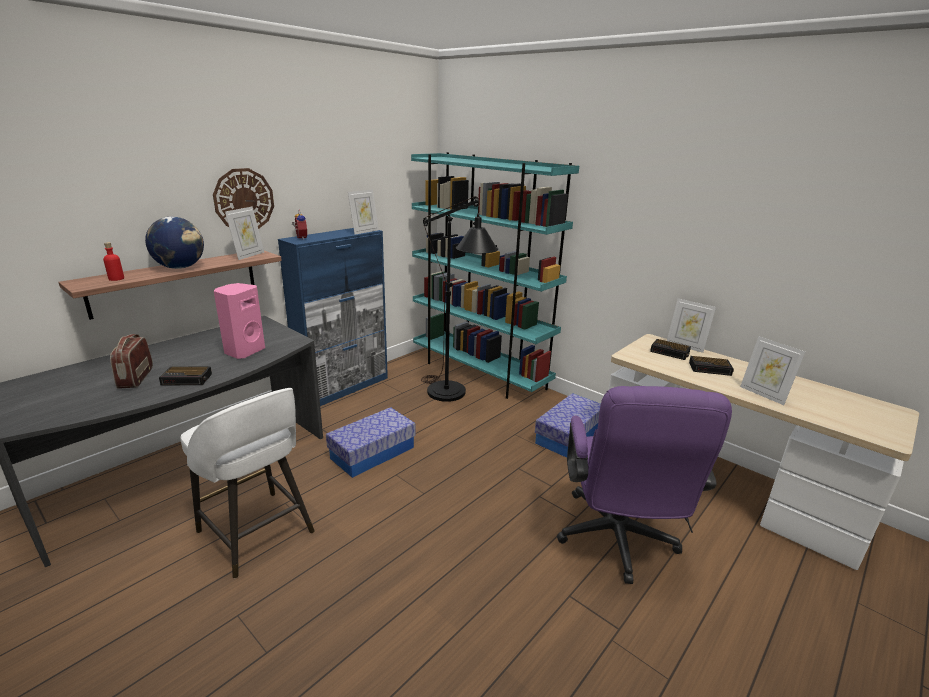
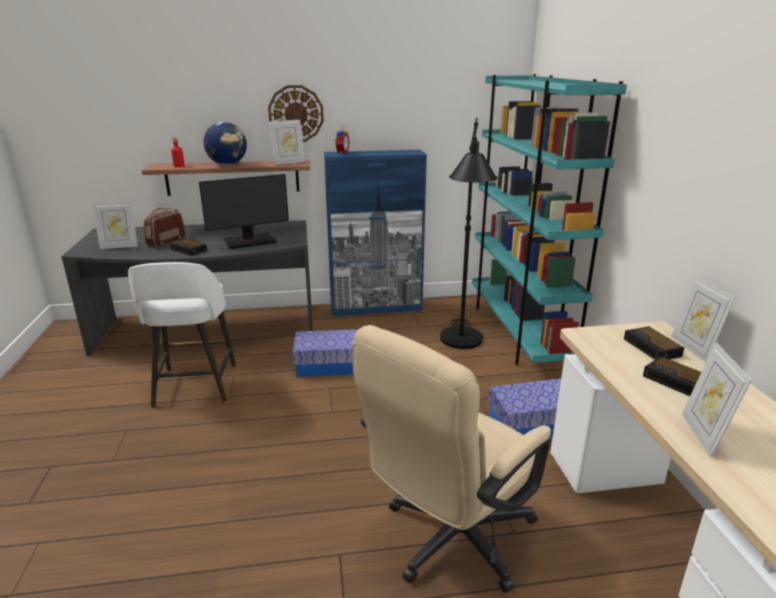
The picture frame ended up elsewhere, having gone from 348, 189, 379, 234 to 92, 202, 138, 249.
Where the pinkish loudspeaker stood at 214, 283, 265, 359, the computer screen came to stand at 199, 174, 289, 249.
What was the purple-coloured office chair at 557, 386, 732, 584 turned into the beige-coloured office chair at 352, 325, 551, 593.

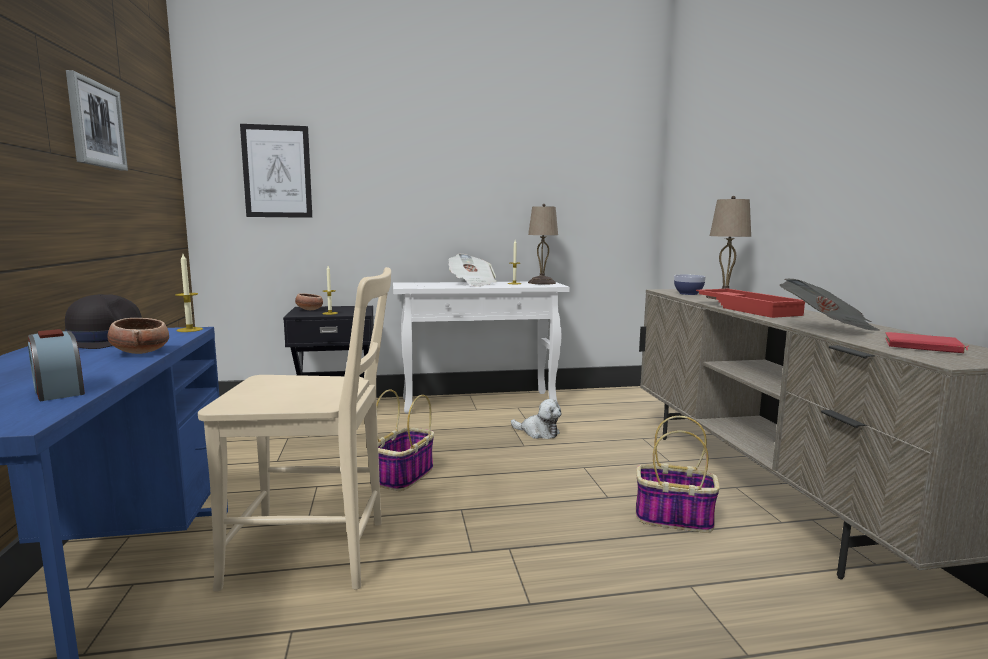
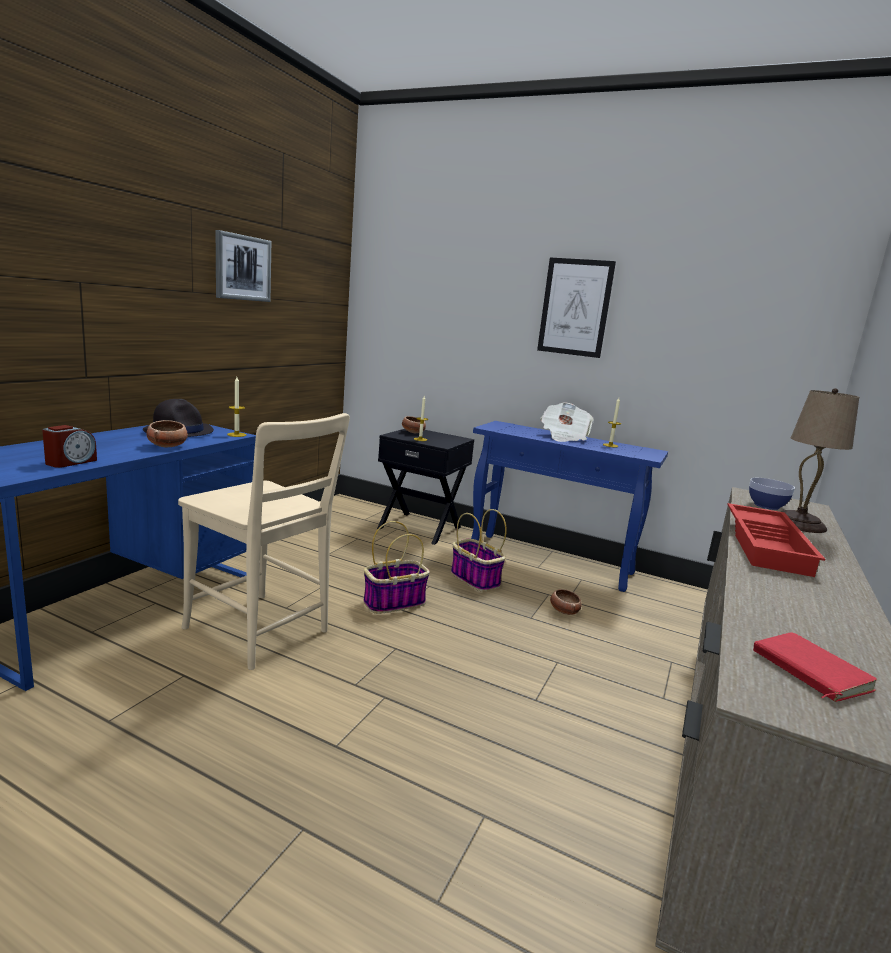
The alarm clock at 28, 329, 85, 401 ended up facing another way, 150 degrees counterclockwise from before.
The basket ended up elsewhere, having gone from 636, 416, 720, 532 to 451, 509, 507, 592.
What was the white console table at 393, 282, 570, 414 turned into the blue-coloured console table at 471, 421, 668, 592.
The picture ended up elsewhere, having gone from 240, 124, 312, 218 to 537, 258, 616, 358.
Where the cuddly toy stood at 511, 399, 561, 439, the serving bowl came to stand at 550, 589, 581, 615.
The second view lost the beige-coloured tabletop lamp at 528, 204, 558, 285.
The second view lost the printed paper at 780, 279, 880, 331.

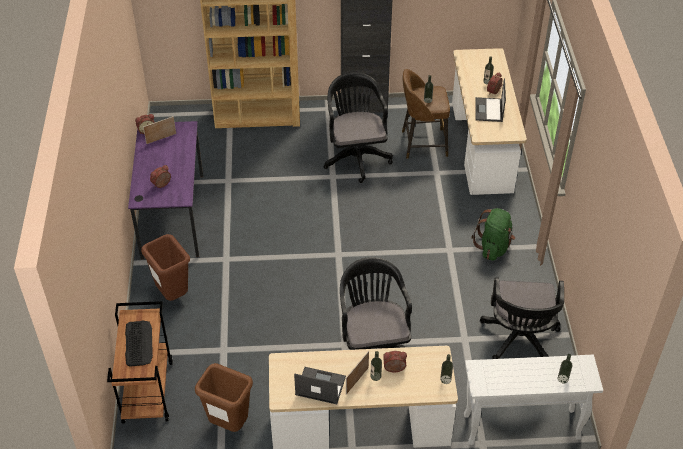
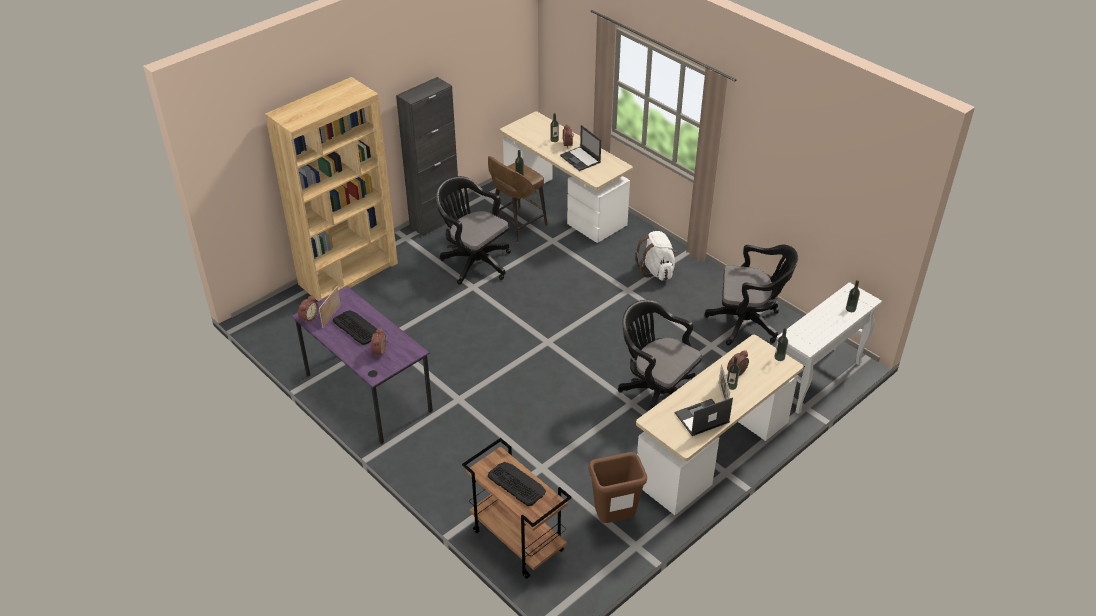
The second view gained the keyboard at 333, 310, 377, 345.
What was the greenish backpack at 472, 208, 515, 261 turned into the white backpack at 635, 231, 676, 280.
The blackish office chair at 480, 277, 564, 359 ended up facing another way, 45 degrees counterclockwise from before.
The second view lost the brownish waste bin at 141, 234, 190, 301.

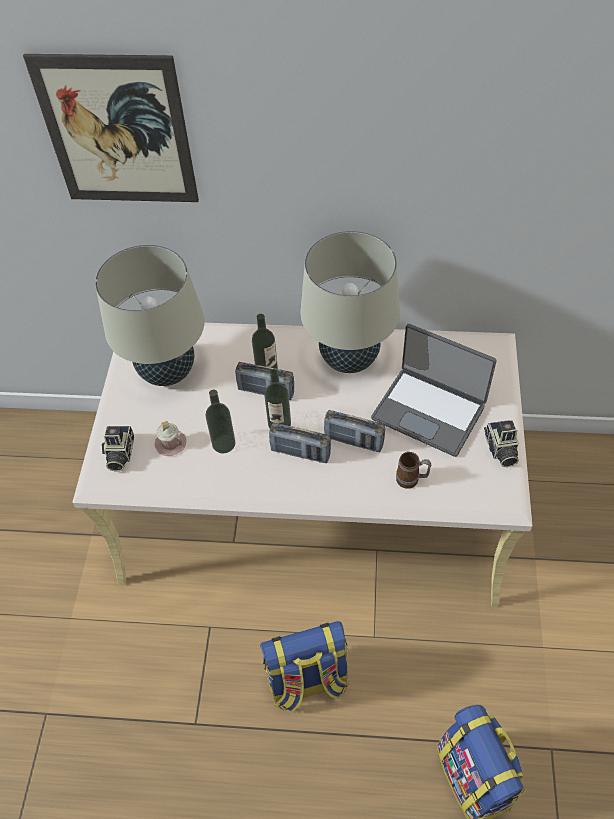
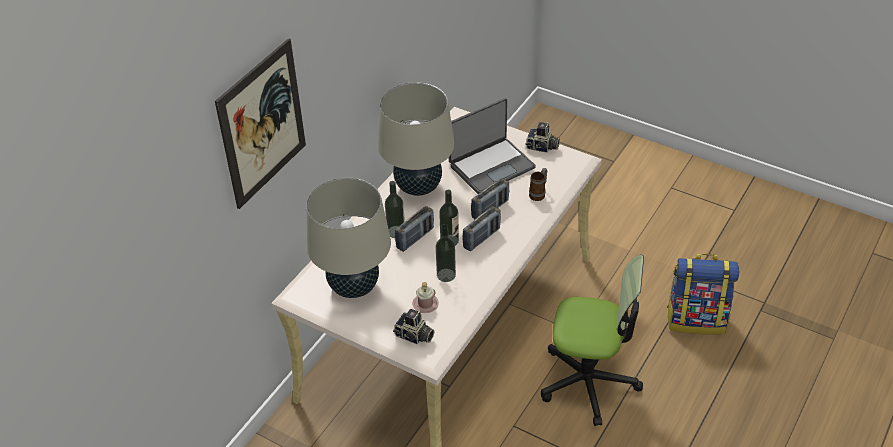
Where the backpack stood at 260, 621, 349, 712, the office chair came to stand at 541, 255, 644, 426.

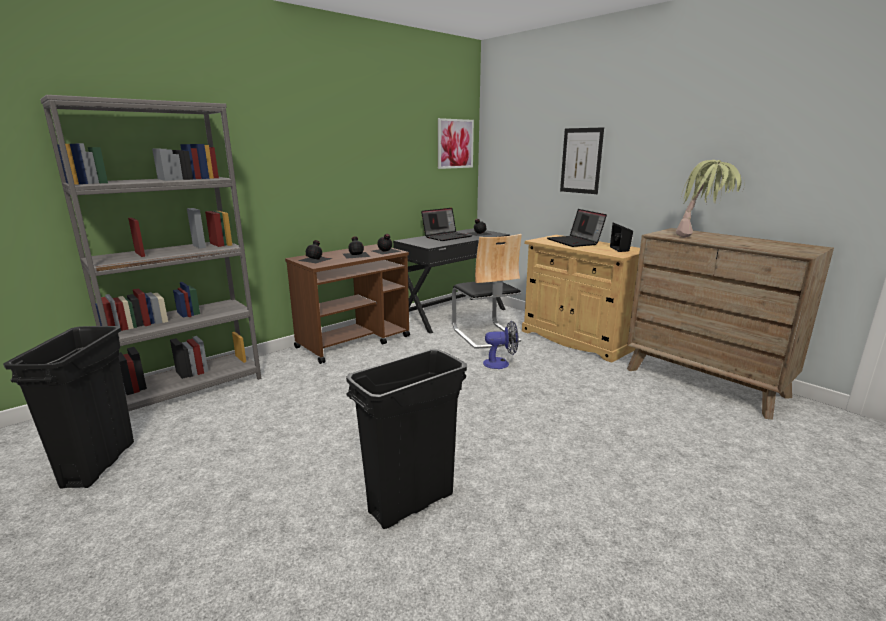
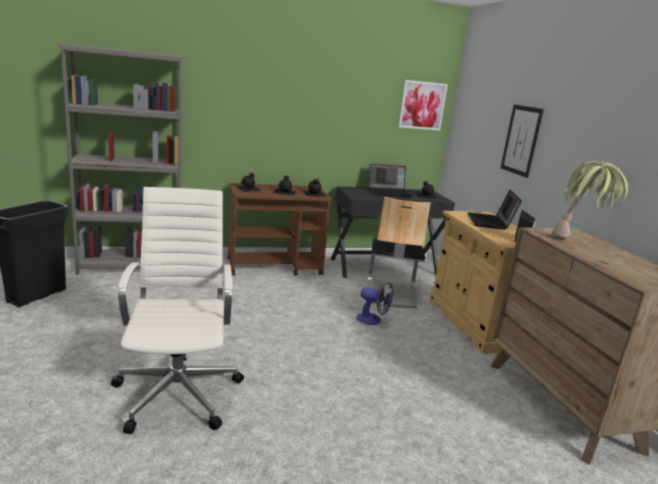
Where the blackish waste bin stood at 346, 349, 467, 529, the white office chair came to stand at 111, 187, 244, 434.

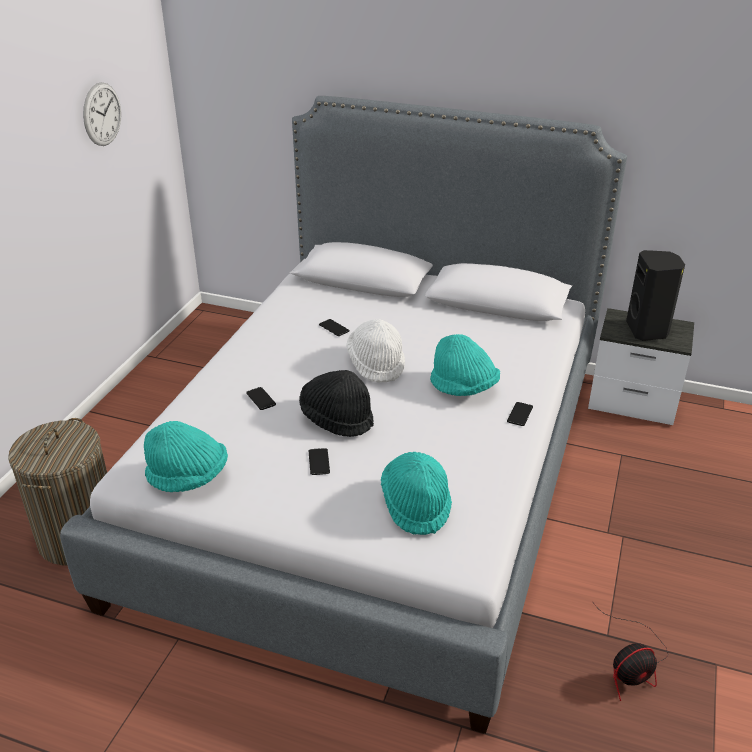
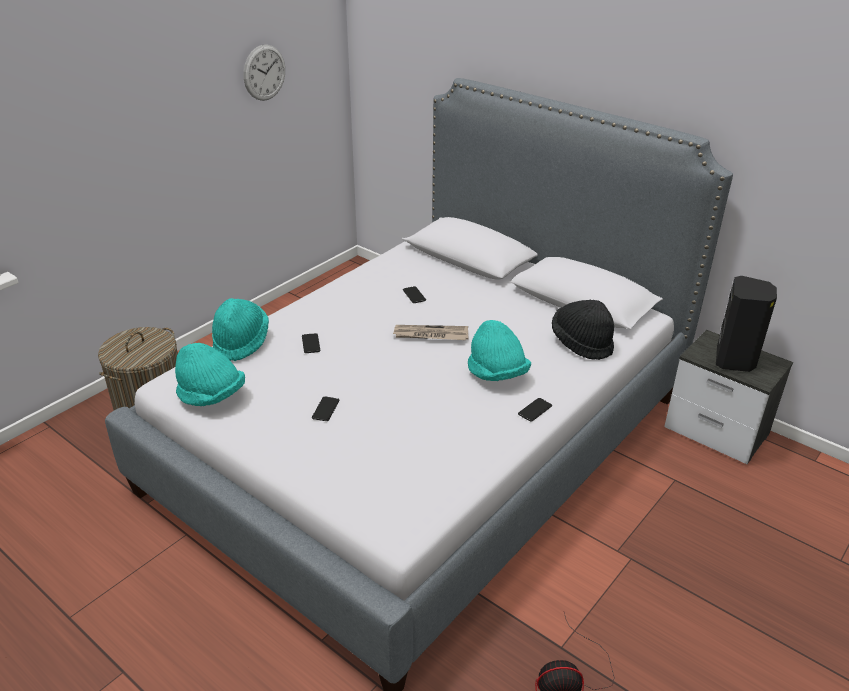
The blue-green clothing hat ended up elsewhere, having gone from 381, 452, 452, 535 to 212, 298, 269, 361.
Where the white clothing hat stood at 347, 319, 405, 383, the printed paper came to stand at 393, 325, 469, 340.
The blackish clothing hat ended up elsewhere, having gone from 299, 370, 374, 437 to 552, 300, 614, 360.

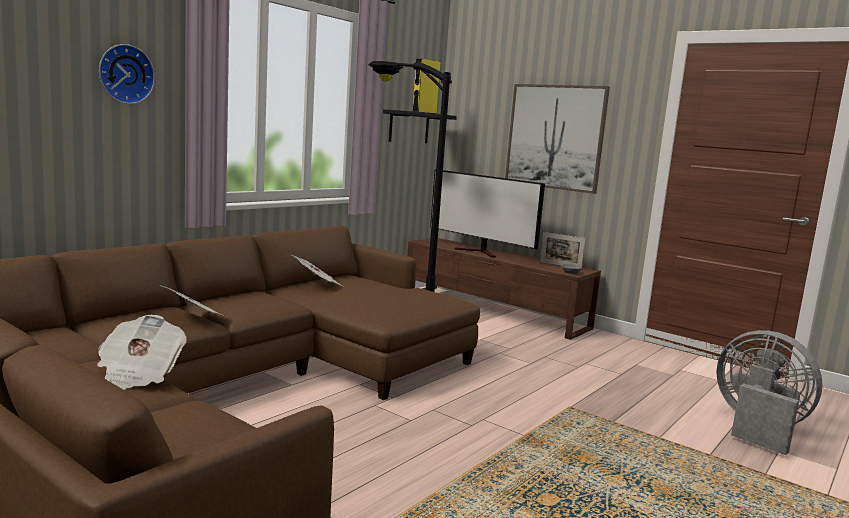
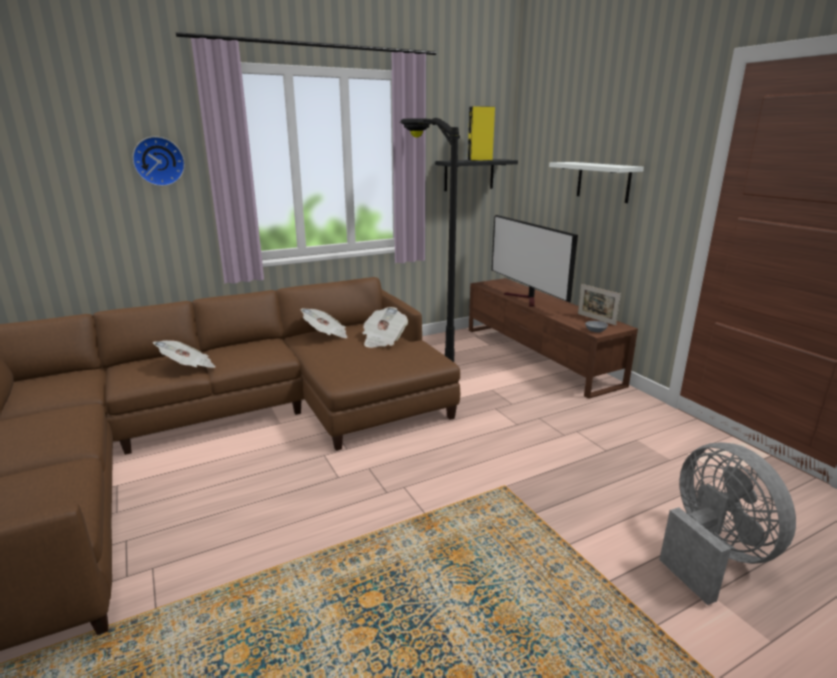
The printed paper ended up elsewhere, having gone from 97, 315, 186, 390 to 362, 307, 408, 348.
Where the picture hung at 505, 84, 610, 194, the white bracket shelf came to hang at 549, 162, 644, 203.

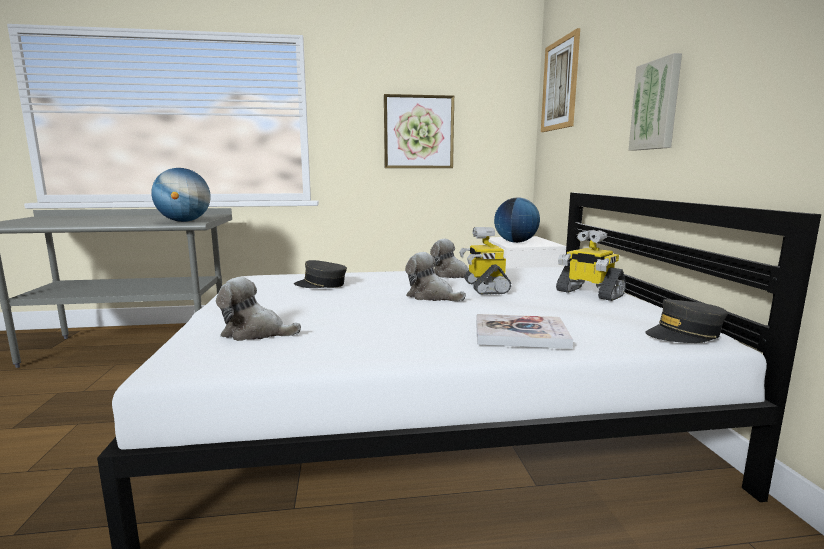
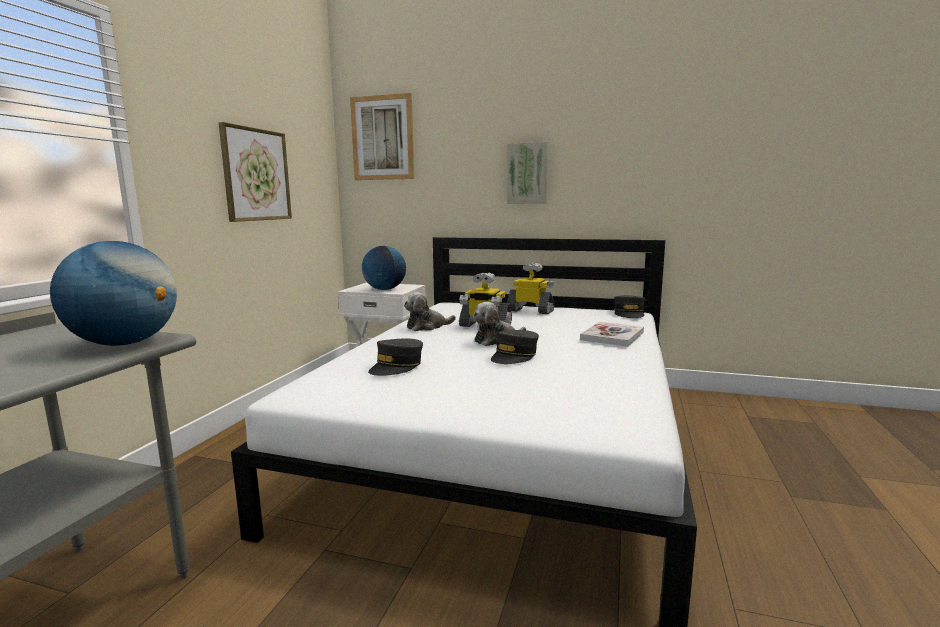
The second view gained the grey peaked cap at 491, 330, 539, 364.
The robot figure at 556, 230, 626, 301 ended up facing another way, 135 degrees counterclockwise from before.
The second view lost the cuddly toy at 216, 277, 301, 341.

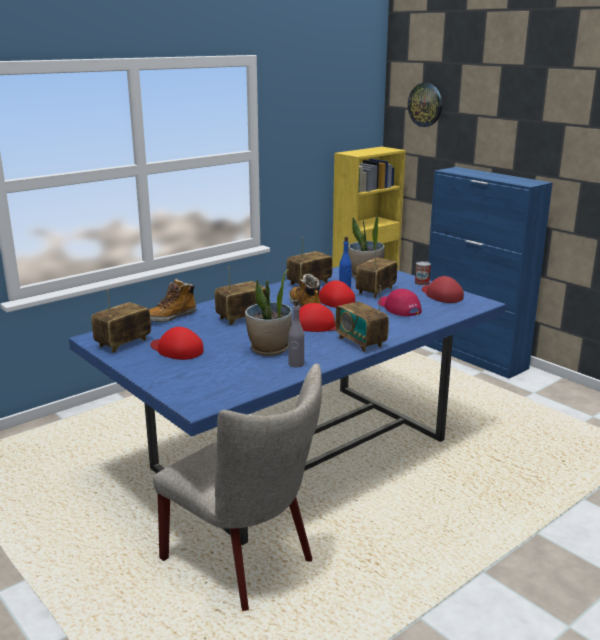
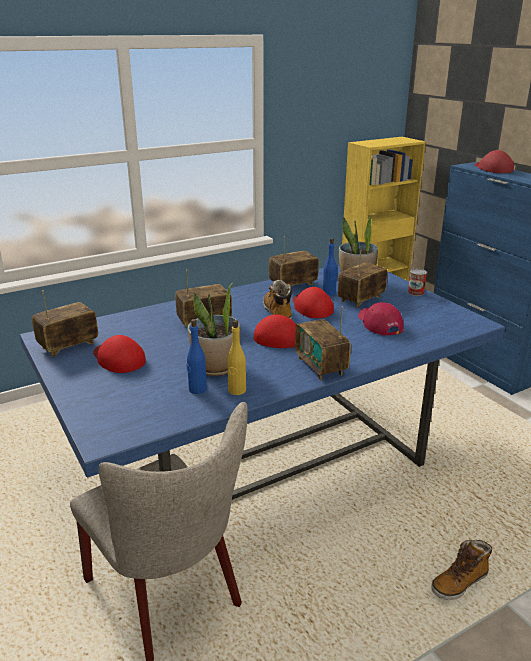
The second view gained the blue-coloured drink bottle at 187, 319, 207, 394.
What was the grey drink bottle at 288, 300, 304, 368 turned into the yellow drink bottle at 227, 320, 246, 395.
The high-top boot ended up elsewhere, having gone from 149, 279, 197, 322 to 431, 540, 492, 600.
The red-coloured peaked cap ended up elsewhere, having gone from 422, 276, 464, 303 to 475, 150, 514, 173.
The second view lost the clock on the wall at 408, 83, 442, 127.

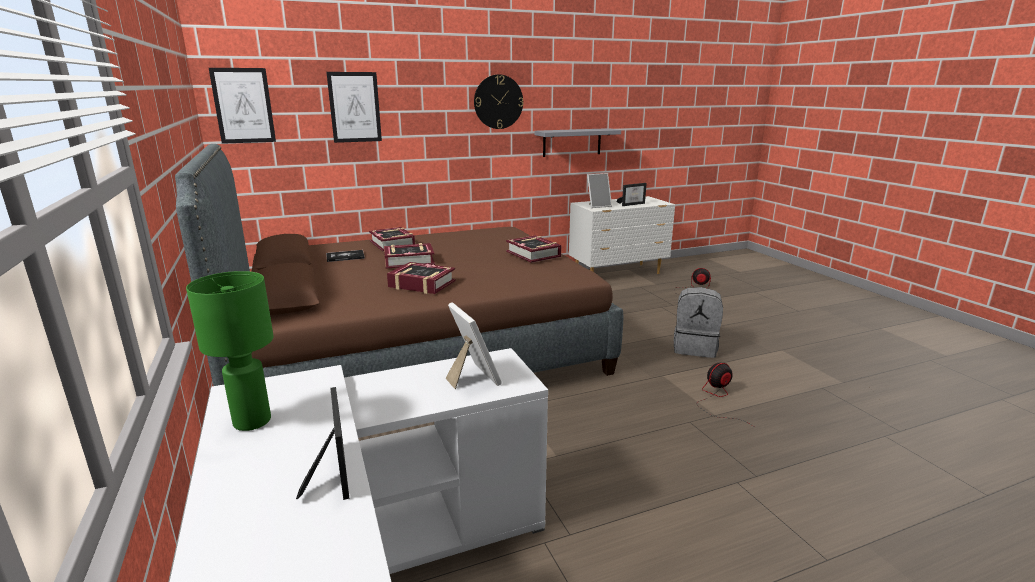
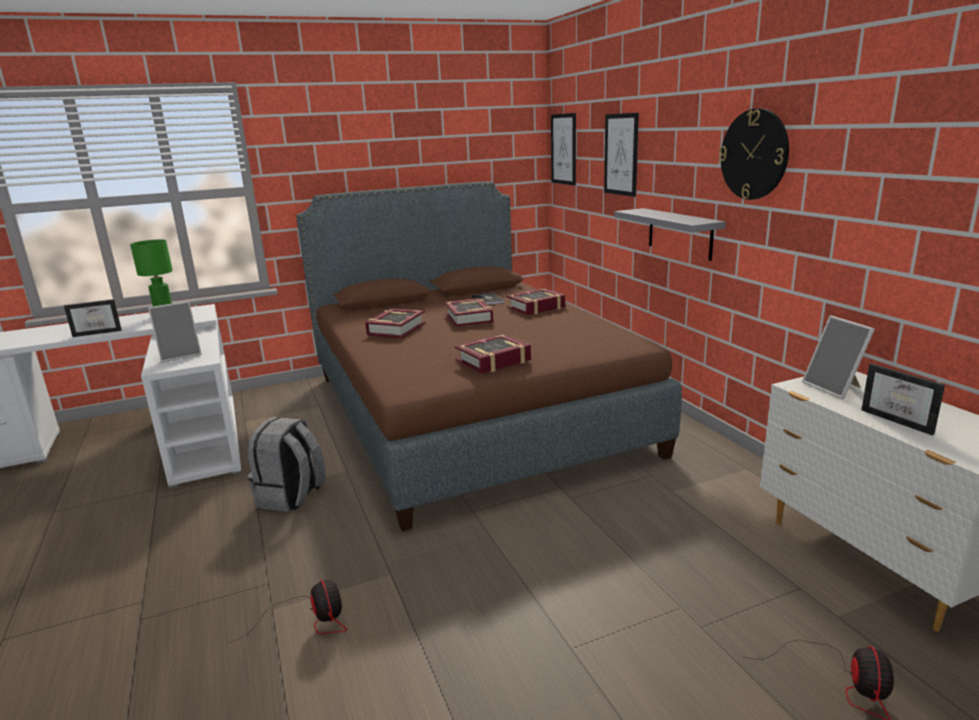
The grey backpack ended up elsewhere, having gone from 674, 287, 723, 358 to 248, 417, 326, 512.
The grey bracket shelf ended up elsewhere, having gone from 535, 128, 621, 157 to 614, 208, 726, 261.

